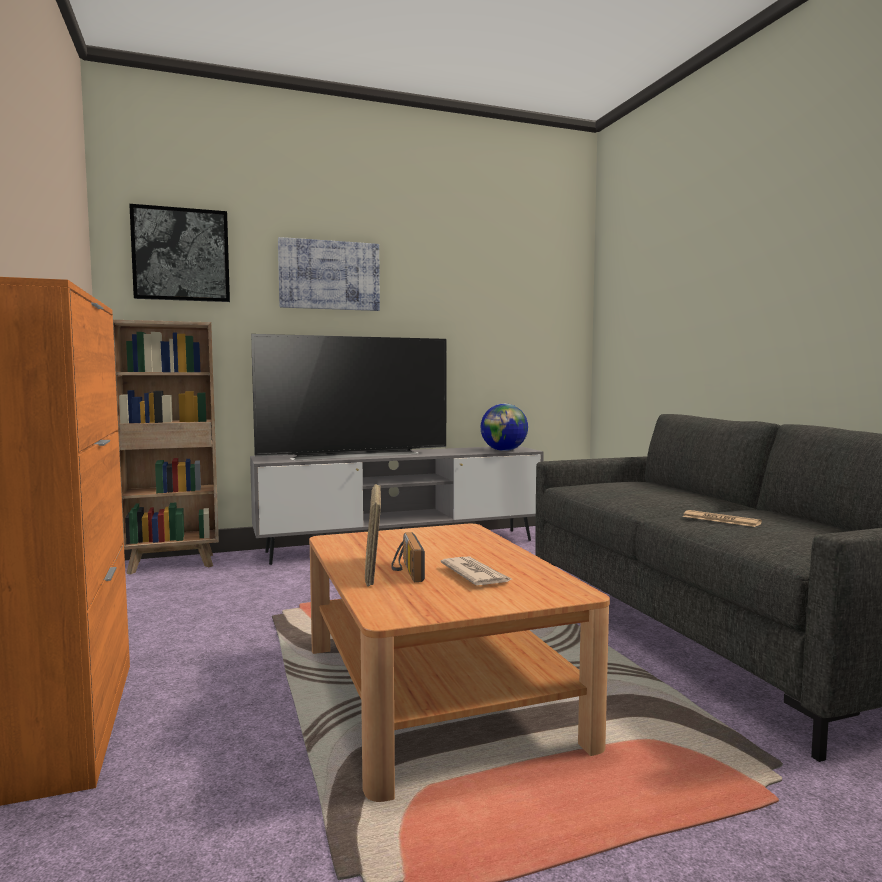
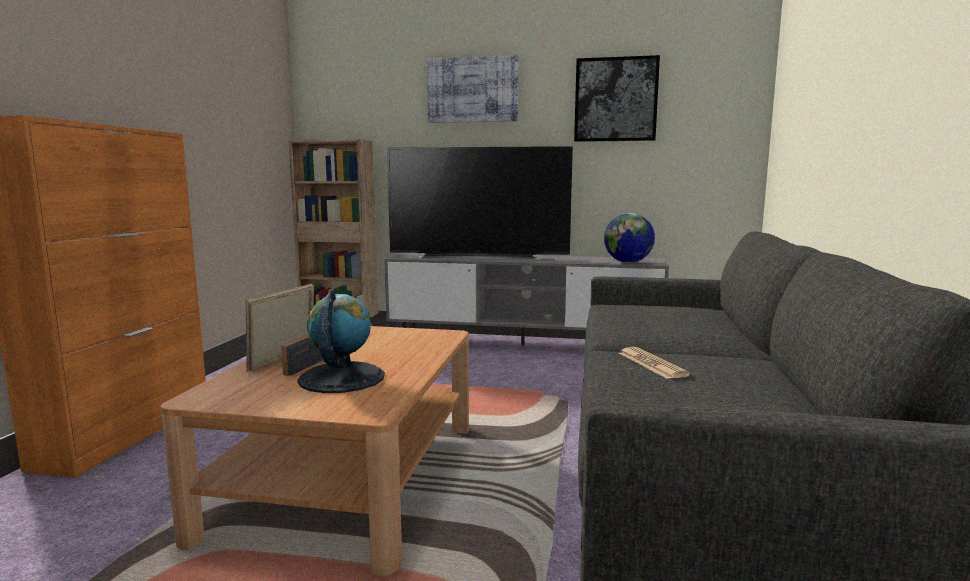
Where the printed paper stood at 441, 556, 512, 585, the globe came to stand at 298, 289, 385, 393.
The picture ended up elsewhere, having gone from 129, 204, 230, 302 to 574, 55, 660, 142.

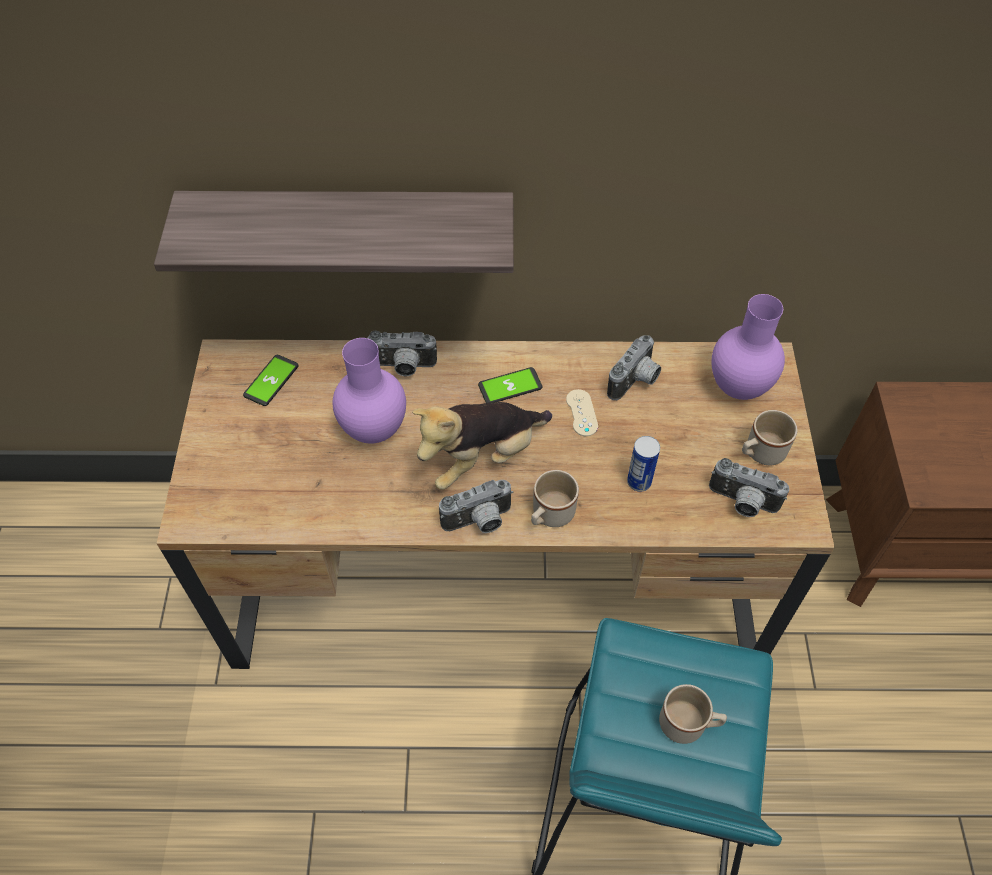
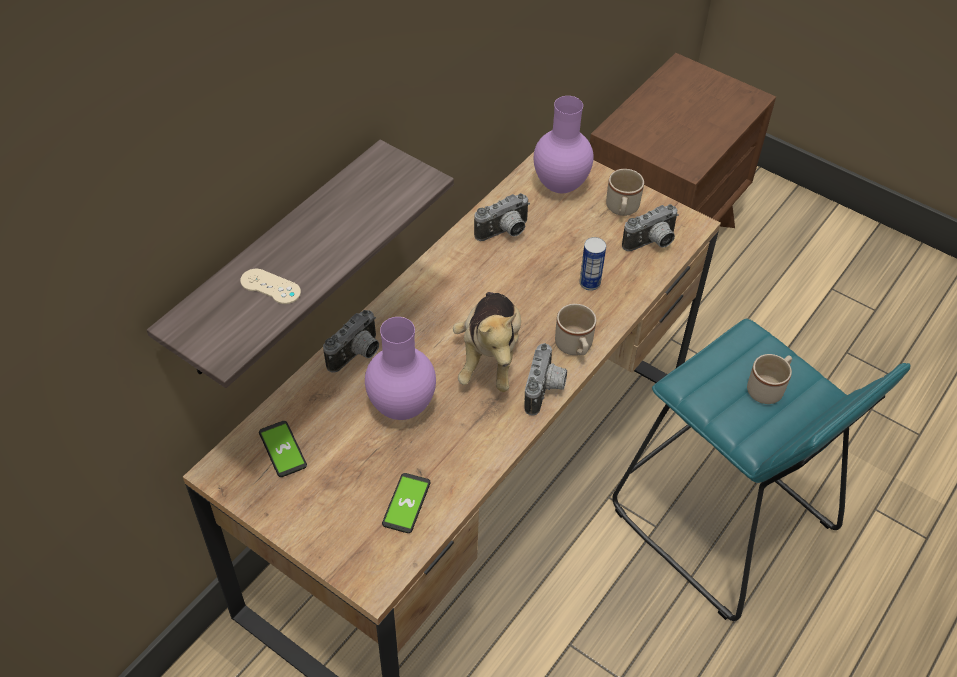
The beige-coloured joypad ended up elsewhere, having gone from 566, 389, 598, 436 to 240, 269, 301, 304.
The telephone ended up elsewhere, having gone from 478, 367, 542, 403 to 382, 473, 431, 533.
The photo camera at 607, 335, 661, 400 ended up facing another way, 75 degrees clockwise from before.

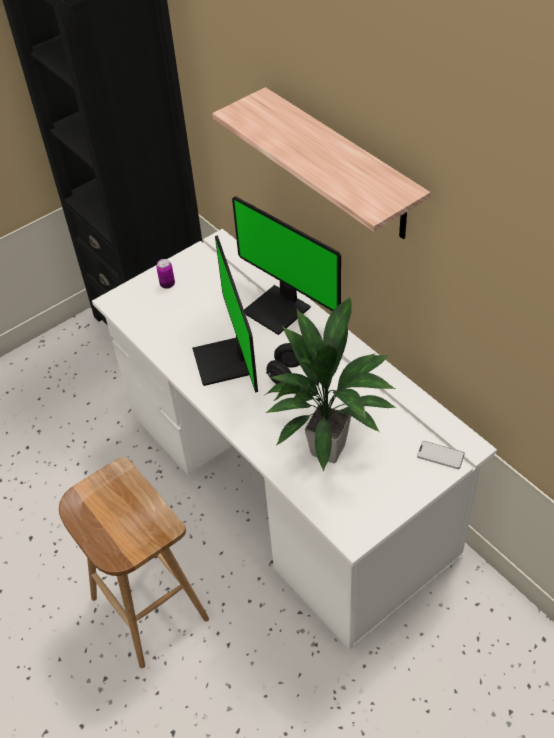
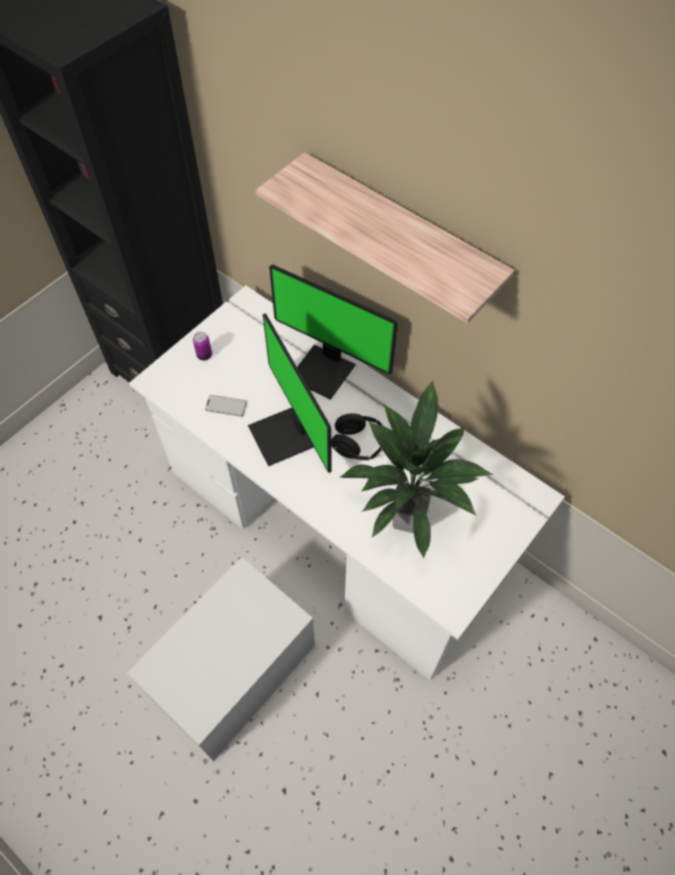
Where the brownish sitting stool stood at 59, 457, 209, 668, the white storage box came to stand at 127, 557, 315, 761.
The telephone ended up elsewhere, having gone from 417, 441, 465, 469 to 205, 395, 247, 417.

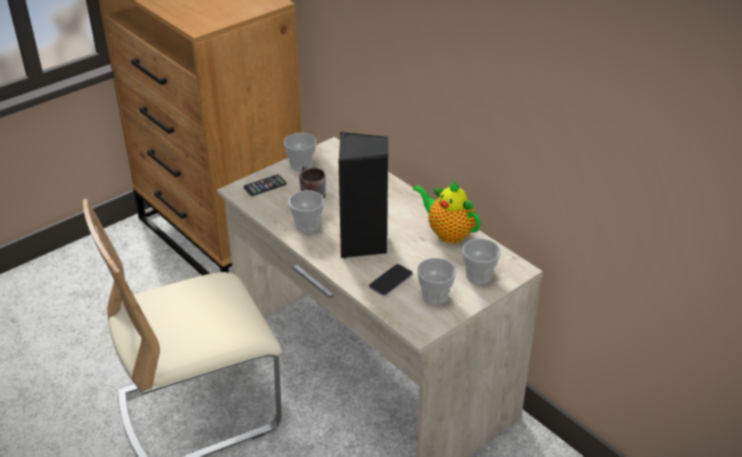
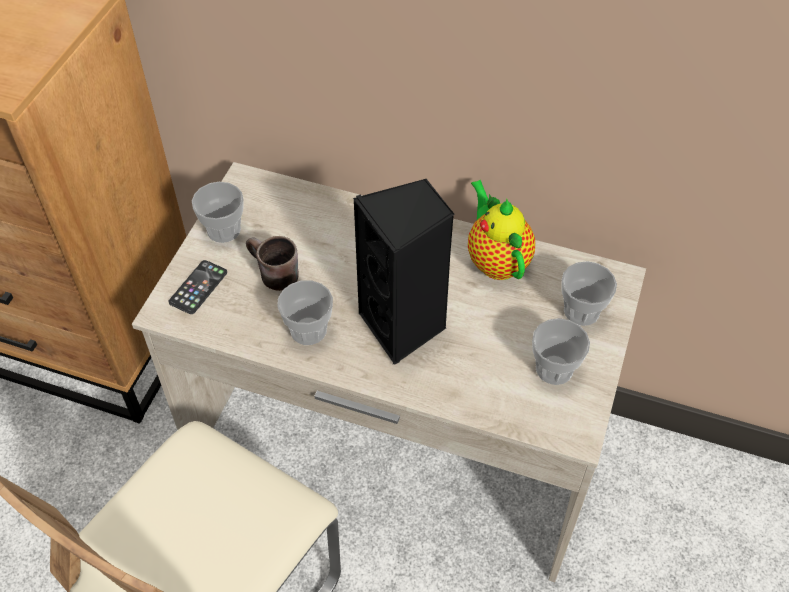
The tea pot at 413, 180, 481, 243 ended up facing another way, 60 degrees clockwise from before.
The second view lost the telephone at 369, 264, 413, 296.

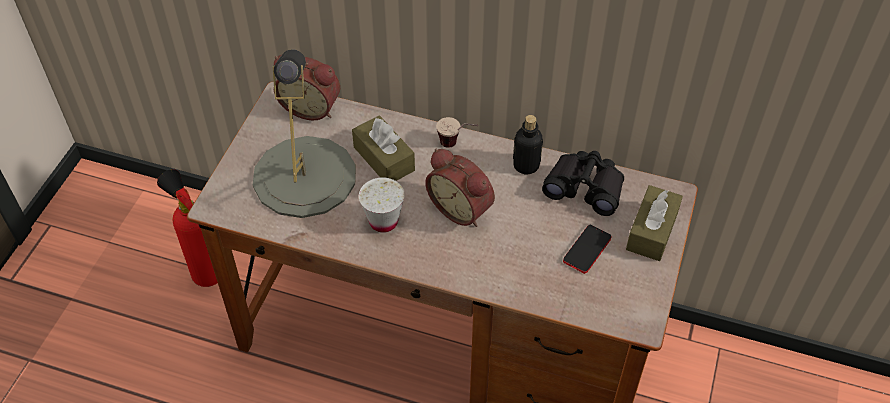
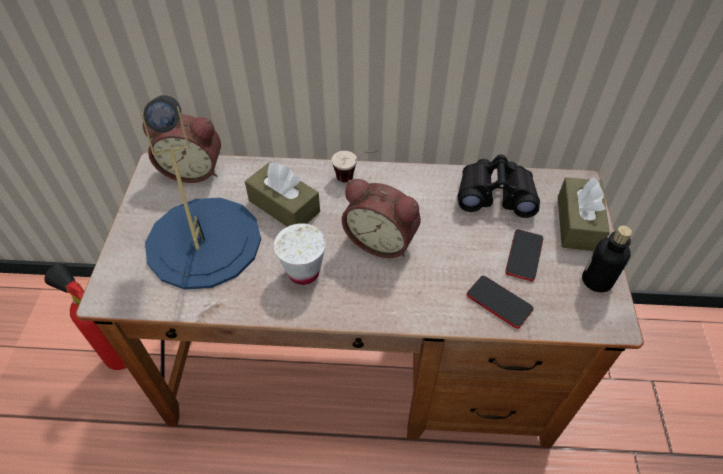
What was the grey tabletop lamp at 253, 49, 356, 218 turned into the blue-coloured tabletop lamp at 141, 95, 261, 289.
The second view gained the telephone at 467, 276, 534, 329.
The drink bottle ended up elsewhere, having gone from 513, 115, 543, 174 to 582, 225, 632, 292.

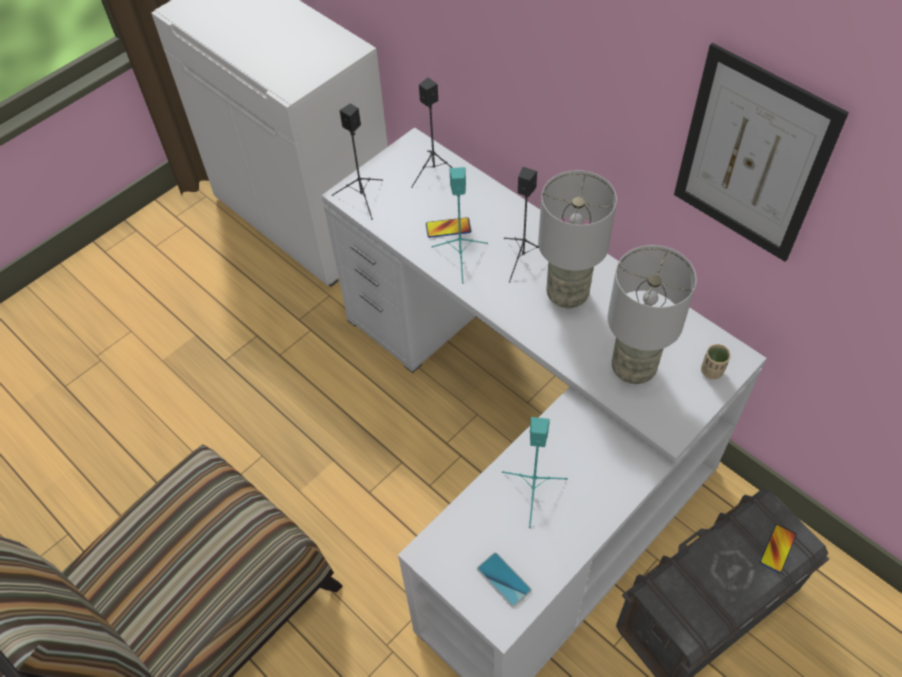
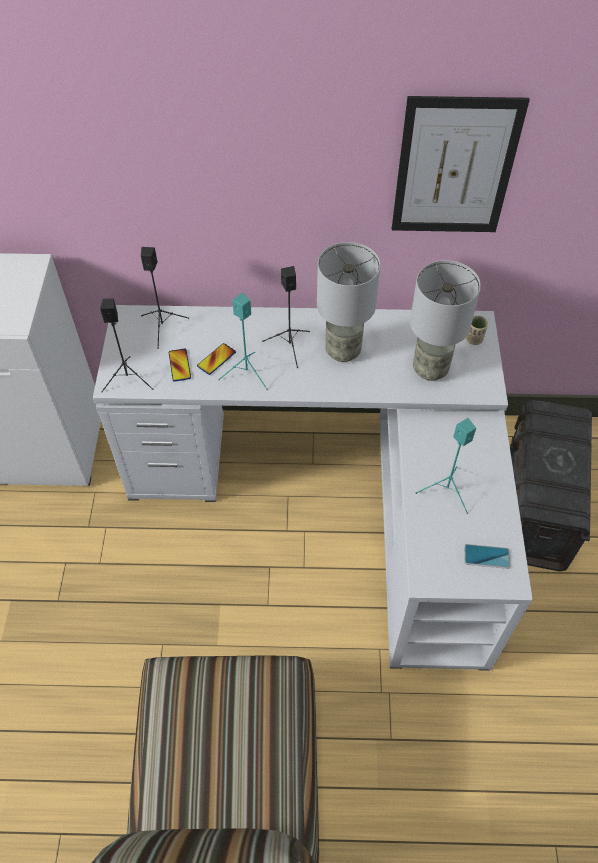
The telephone ended up elsewhere, having gone from 760, 524, 797, 573 to 169, 349, 191, 382.

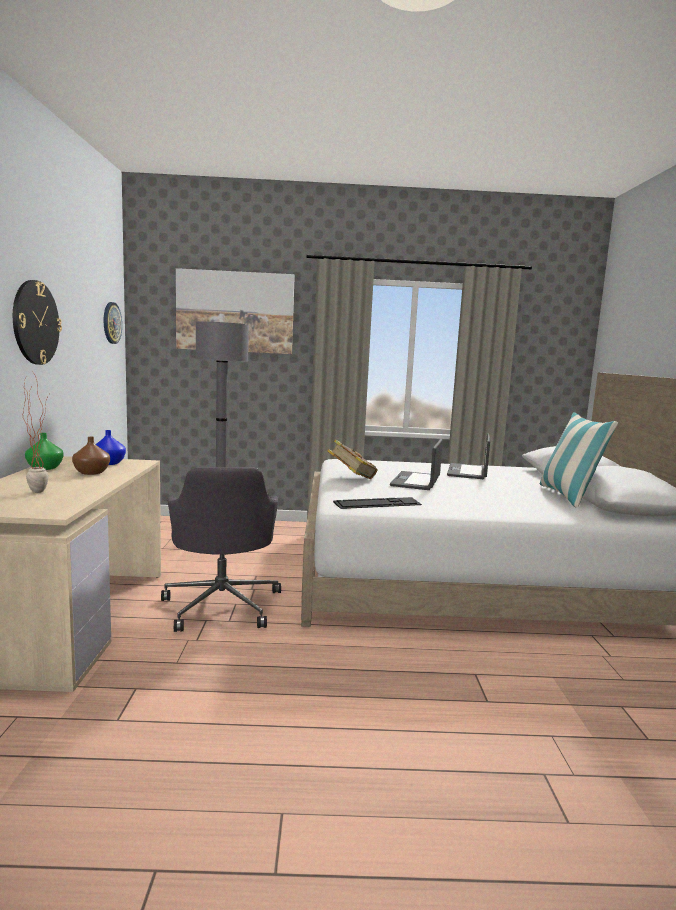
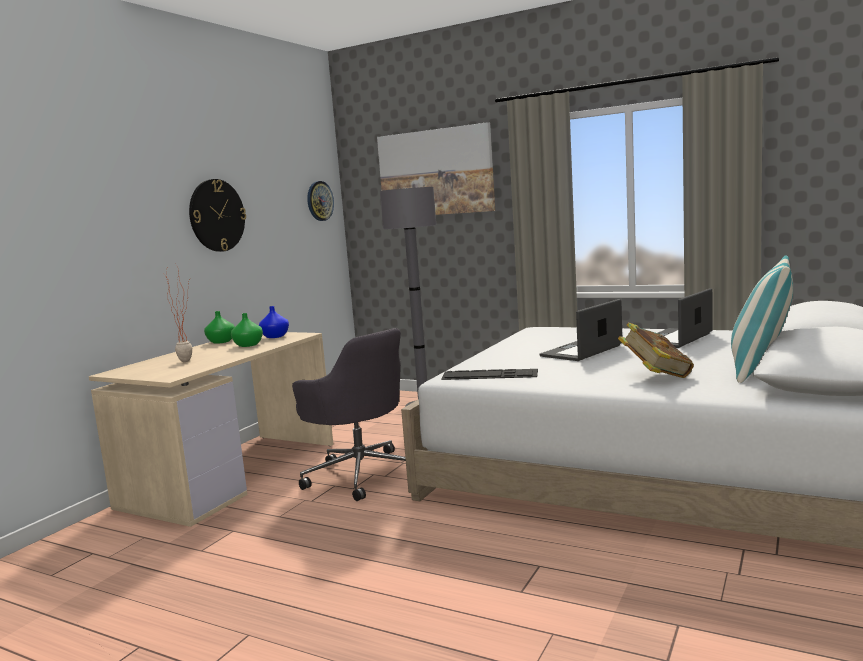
What was the brownish flower vase at 72, 437, 110, 475 turned into the greenish flower vase at 231, 313, 263, 347.
The grey office chair at 161, 467, 281, 632 ended up facing another way, 60 degrees counterclockwise from before.
The volume ended up elsewhere, having gone from 327, 439, 377, 479 to 618, 322, 694, 378.

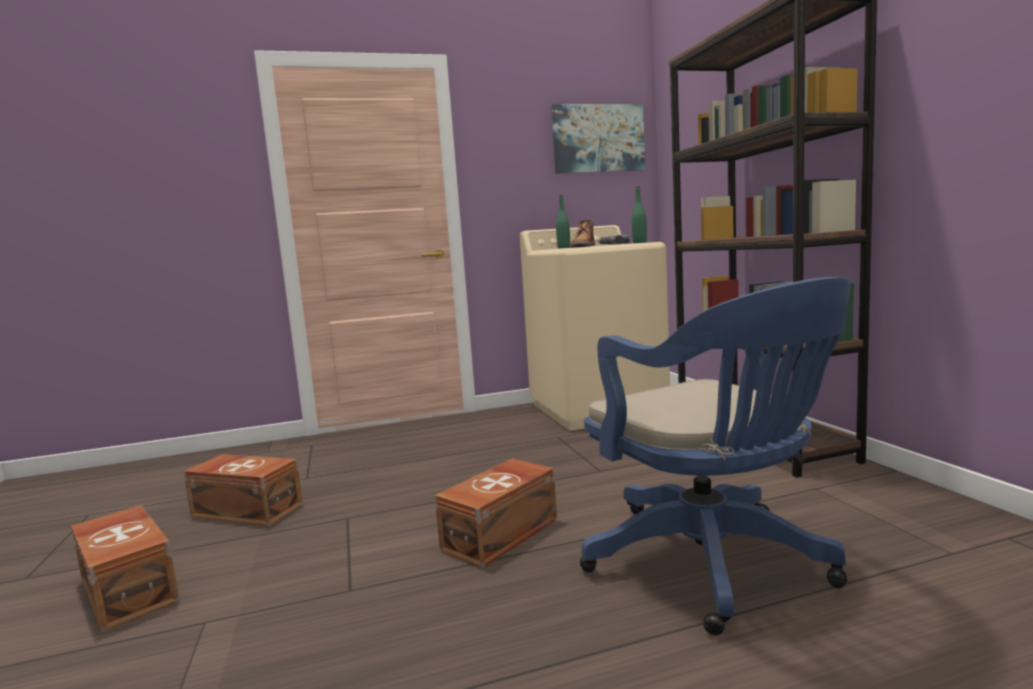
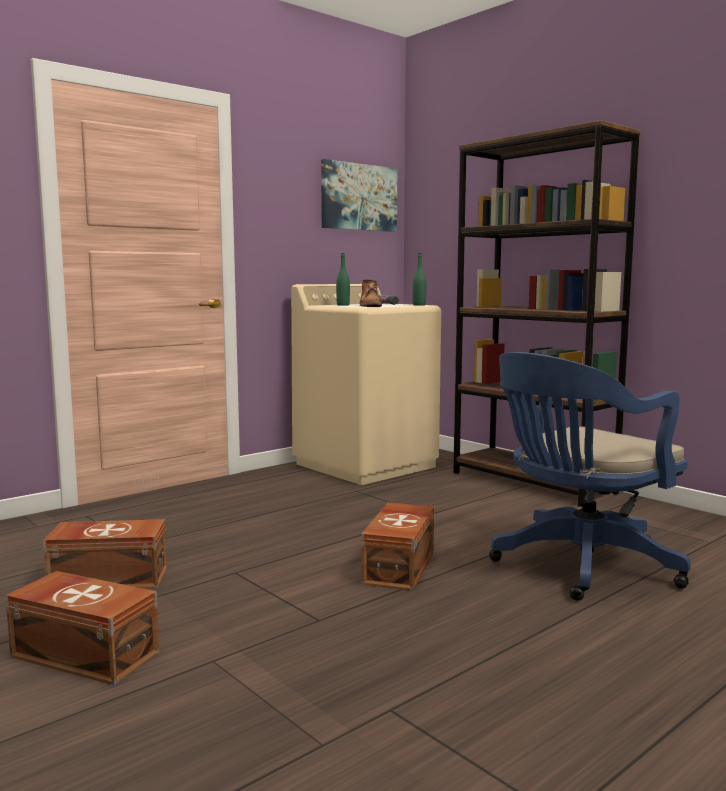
The blue-coloured office chair at 580, 277, 851, 635 ended up facing another way, 105 degrees clockwise from before.

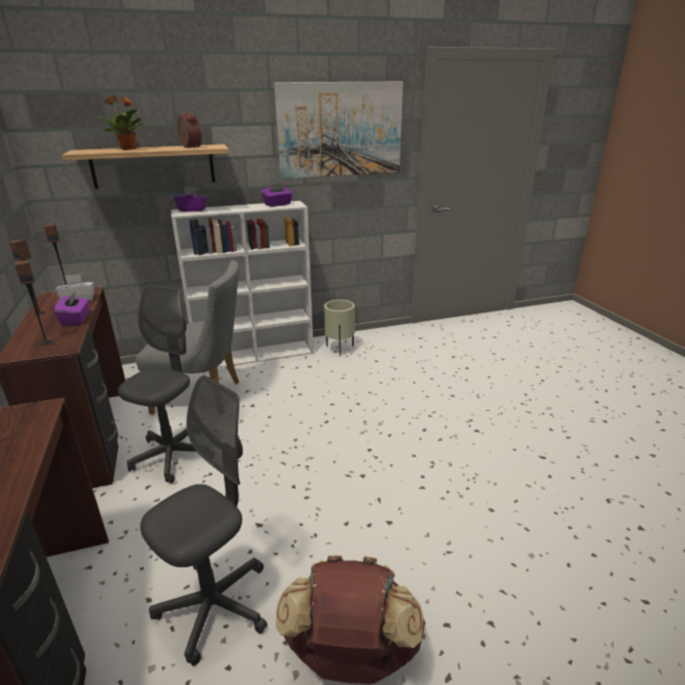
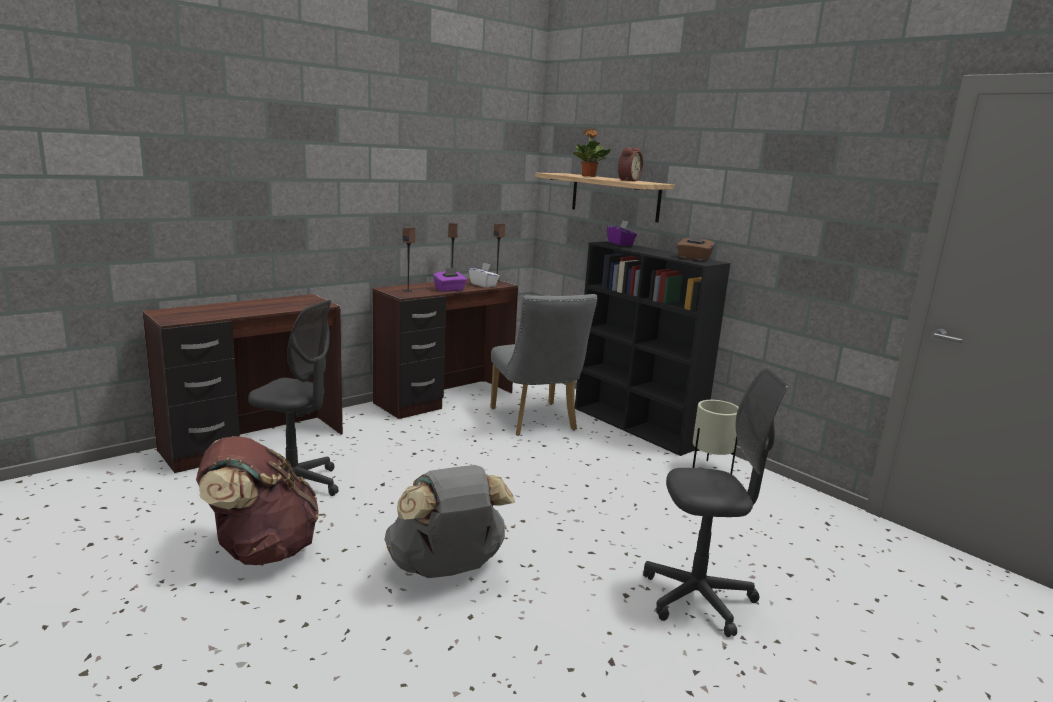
The second view gained the grey backpack at 384, 465, 515, 578.
What was the white shelving unit at 171, 201, 314, 368 turned into the blackish shelving unit at 575, 241, 730, 456.
The grey office chair ended up elsewhere, having gone from 118, 285, 197, 484 to 643, 368, 788, 637.
What was the purple-coloured tissue holder at 261, 183, 293, 207 turned into the brownish tissue holder at 677, 232, 715, 261.
The second view lost the picture at 274, 82, 403, 179.

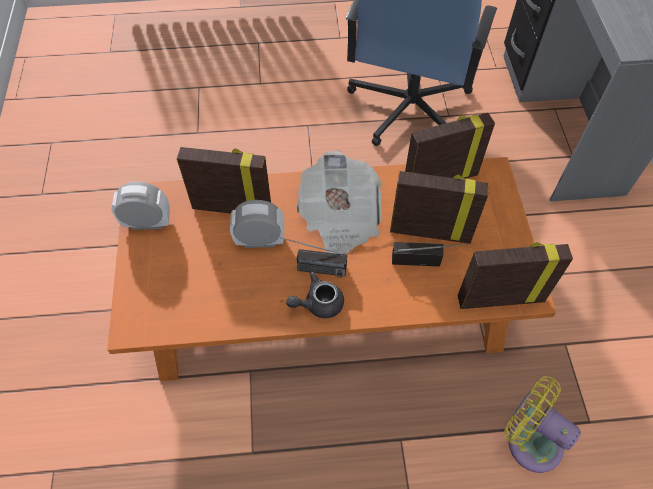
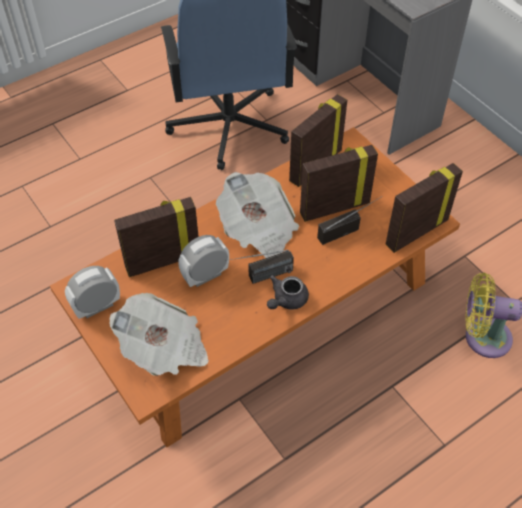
The second view gained the printed paper at 109, 293, 209, 376.

